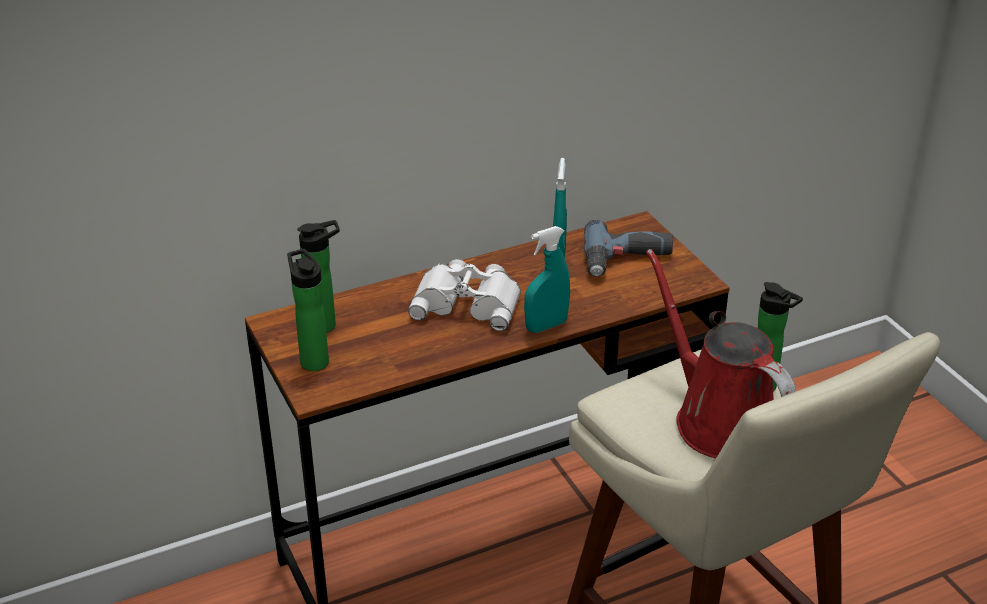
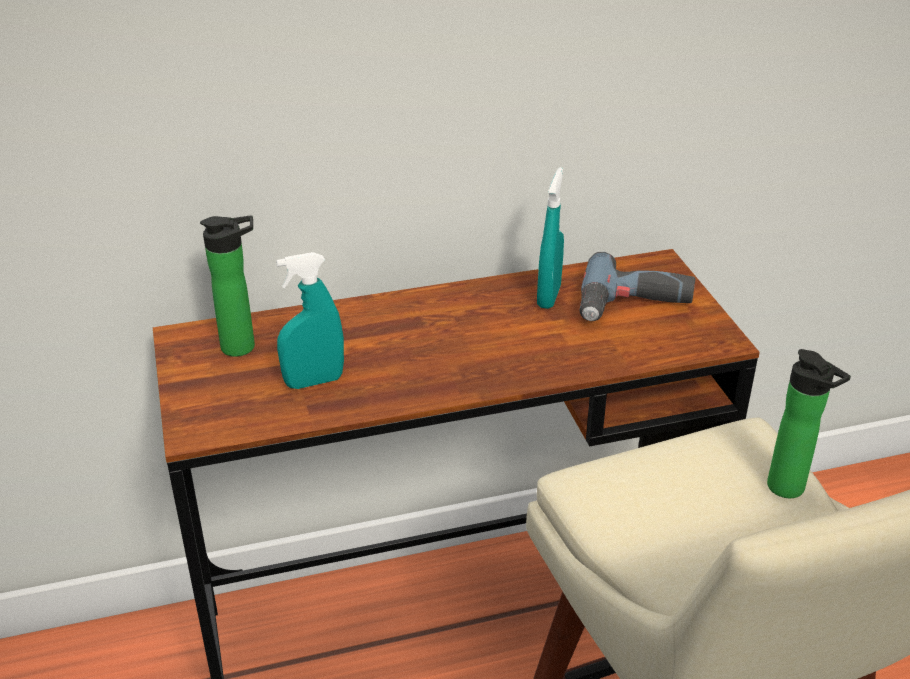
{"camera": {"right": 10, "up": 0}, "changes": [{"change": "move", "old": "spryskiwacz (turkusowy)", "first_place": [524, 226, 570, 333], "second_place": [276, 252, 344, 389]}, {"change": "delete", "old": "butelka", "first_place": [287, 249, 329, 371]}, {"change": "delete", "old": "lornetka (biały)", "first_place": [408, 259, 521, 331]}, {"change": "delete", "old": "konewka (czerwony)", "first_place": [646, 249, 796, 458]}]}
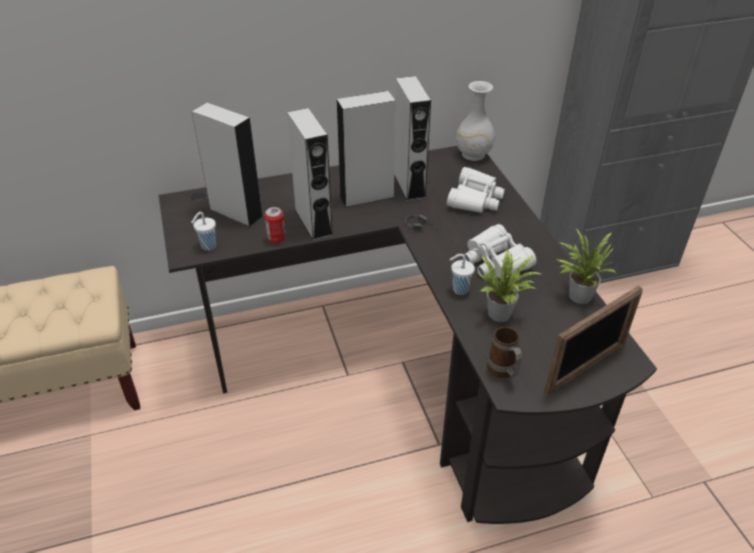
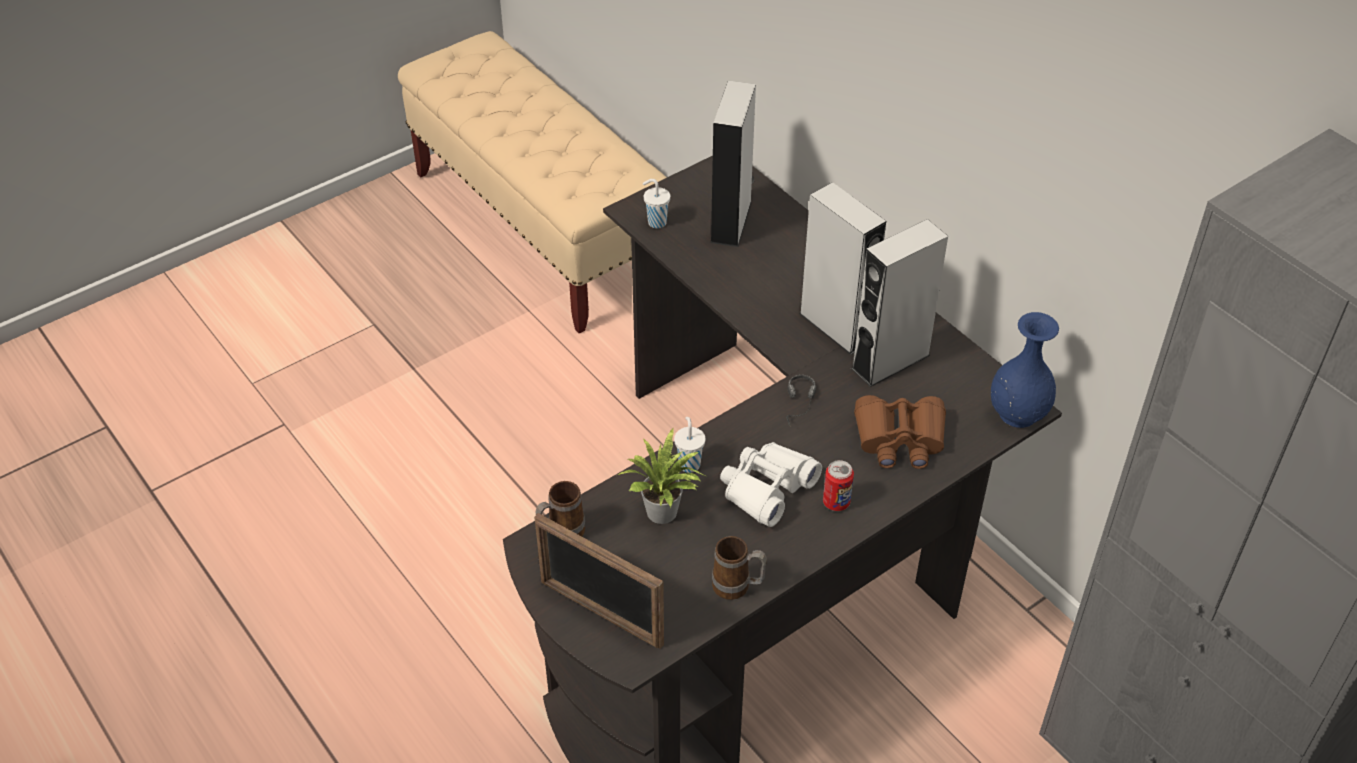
{"camera": {"right": 70, "up": 5}, "changes": [{"change": "replace", "old": "roślina doniczkowa", "new": "kubek", "first_place": [556, 229, 616, 304], "second_place": [712, 536, 767, 600]}, {"change": "move", "old": "puszka", "first_place": [265, 207, 286, 243], "second_place": [823, 460, 854, 511]}, {"change": "recolor", "old": "lornetka (biały)", "new": "lornetka (brązowy)", "first_place": [447, 167, 505, 213], "second_place": [854, 395, 946, 469]}, {"change": "recolor", "old": "wazon (biały)", "new": "wazon (niebieski)", "first_place": [456, 81, 495, 161], "second_place": [991, 312, 1059, 428]}, {"change": "delete", "old": "głośnik (szary)", "first_place": [287, 108, 333, 241]}]}
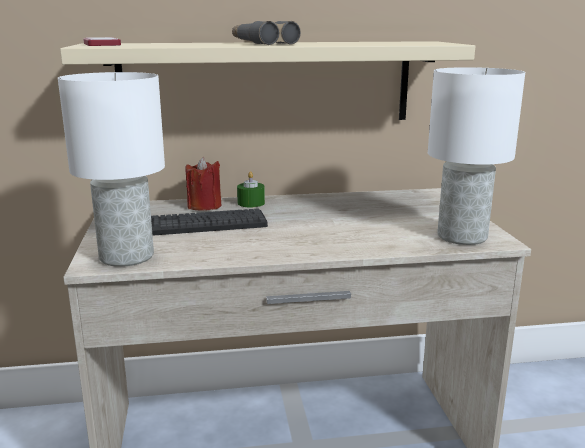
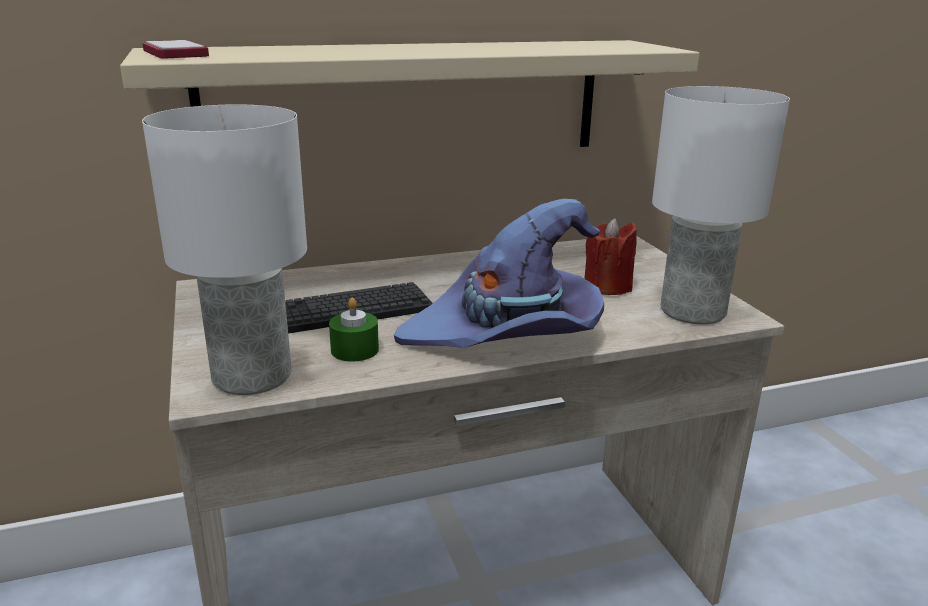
{"camera": {"right": -10, "up": 5}, "changes": [{"change": "move", "old": "świeca (zielony)", "first_place": [237, 171, 265, 207], "second_place": [329, 297, 379, 362]}, {"change": "insert", "new": "kapelusz (fioletowy)", "second_place": [394, 199, 604, 348]}, {"change": "move", "old": "świeca (czerwony)", "first_place": [185, 157, 221, 211], "second_place": [584, 218, 637, 295]}, {"change": "delete", "old": "lornetka (szary)", "first_place": [232, 21, 301, 45]}]}
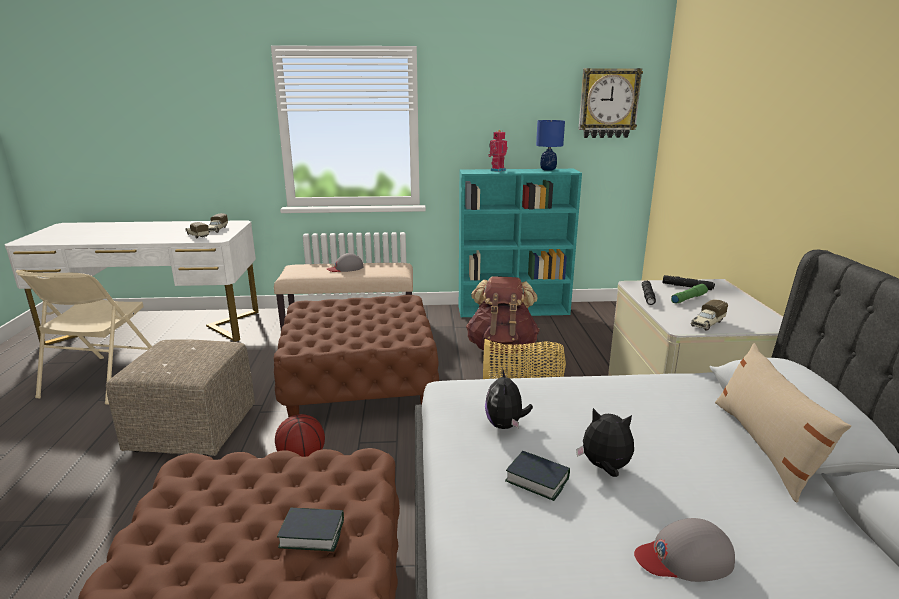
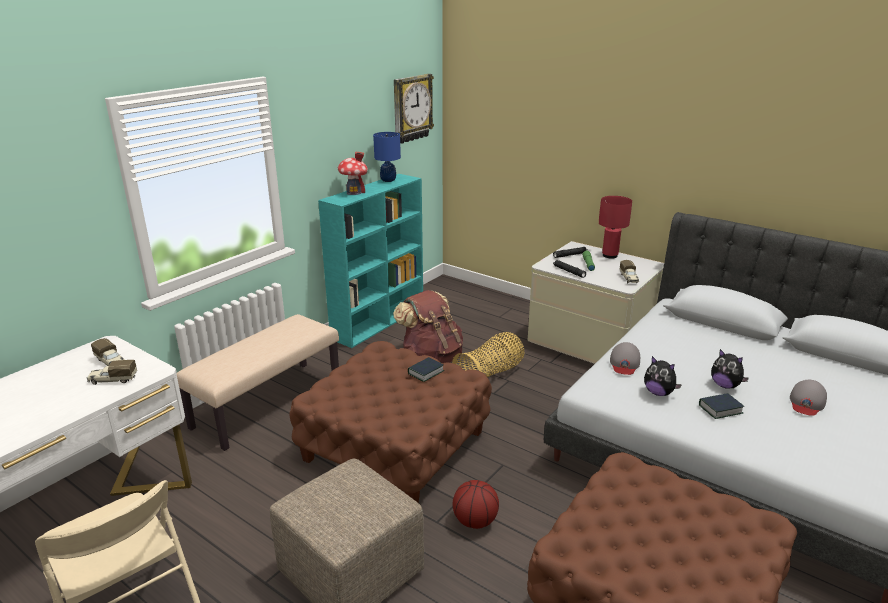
{"camera": {"right": -50, "up": 5}, "changes": [{"change": "replace", "old": "robot zabawkowy", "new": "domek", "first_place": [488, 130, 508, 172], "second_place": [338, 151, 368, 195]}, {"change": "move", "old": "książka", "first_place": [277, 508, 344, 551], "second_place": [408, 357, 444, 382]}, {"change": "insert", "new": "lampa stołowa (czerwony)", "second_place": [599, 196, 632, 259]}, {"change": "move", "old": "czapka z daszkiem (szary)", "first_place": [327, 253, 363, 272], "second_place": [610, 342, 640, 375]}, {"change": "rotate", "old": "pluszak", "first_place": [576, 408, 634, 477], "second_place": [711, 349, 749, 389], "degrees": -105}, {"change": "delete", "old": "poduszka (beżowy)", "first_place": [715, 343, 851, 502]}]}
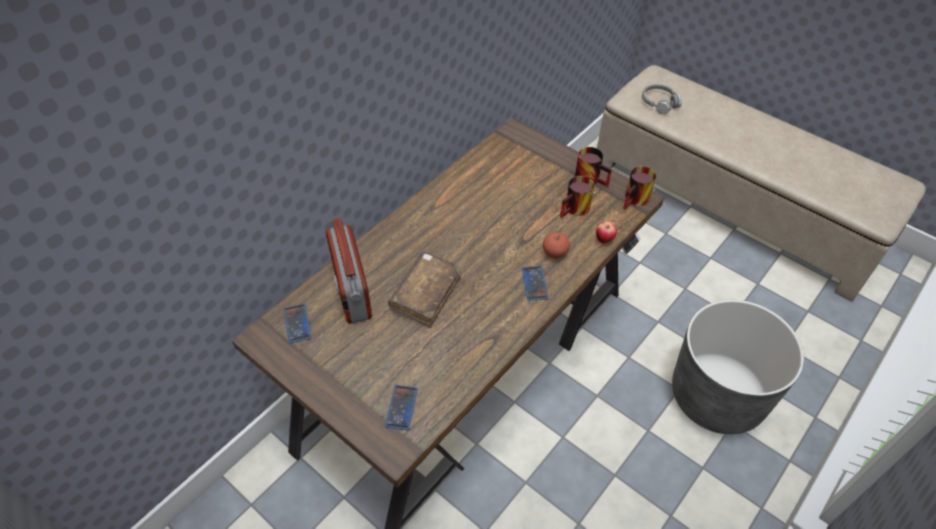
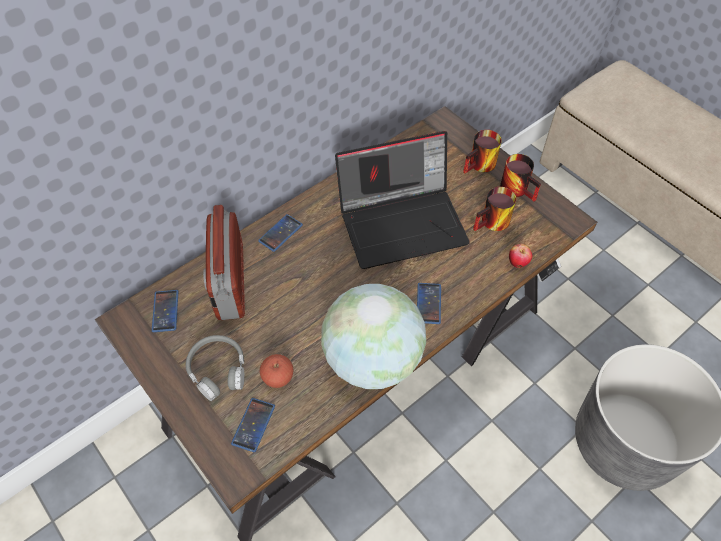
{"camera": {"right": 10, "up": 5}, "changes": [{"change": "move", "old": "słuchawki (szary)", "first_place": [642, 84, 682, 115], "second_place": [186, 335, 244, 401]}, {"change": "insert", "new": "telefon", "second_place": [258, 214, 303, 252]}, {"change": "move", "old": "jabłko", "first_place": [543, 232, 570, 259], "second_place": [260, 354, 293, 388]}, {"change": "insert", "new": "globus", "second_place": [321, 284, 426, 389]}, {"change": "insert", "new": "laptop", "second_place": [335, 131, 470, 269]}, {"change": "move", "old": "kubek", "first_place": [623, 166, 656, 209], "second_place": [463, 130, 502, 174]}, {"change": "delete", "old": "książka (brązowy)", "first_place": [388, 252, 462, 328]}]}
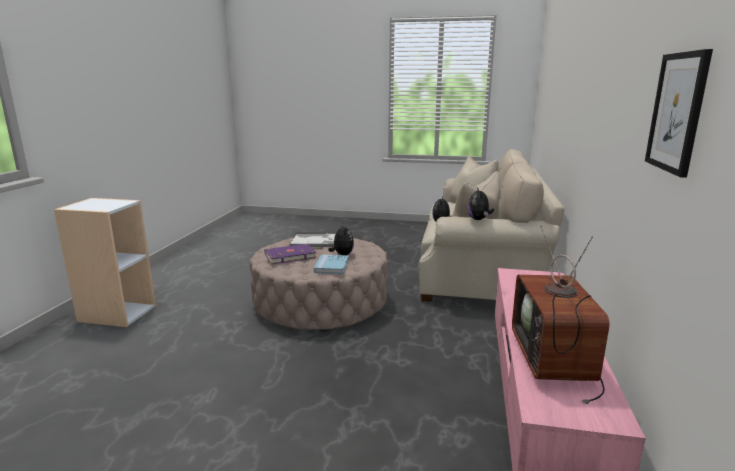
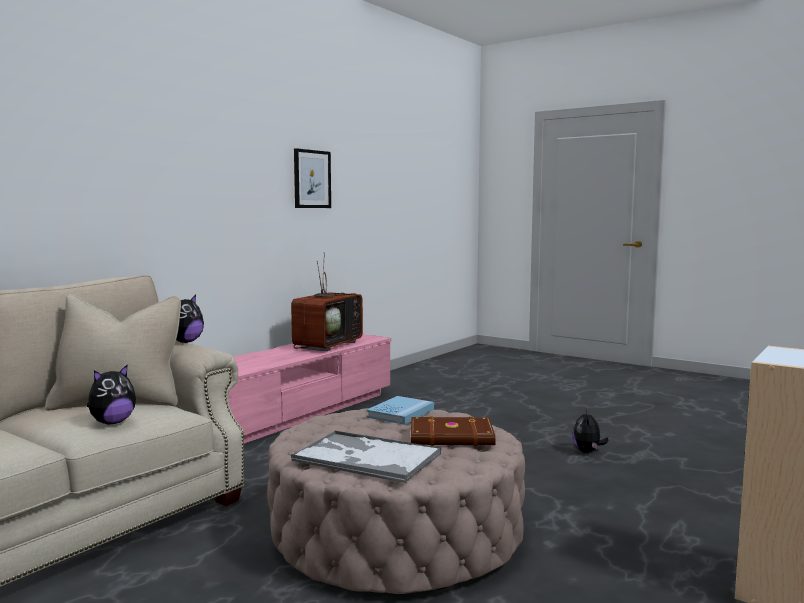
{"camera": {"right": -155, "up": -10}, "changes": [{"change": "recolor", "old": "książka (fioletowy)", "new": "książka (brązowy)", "first_place": [264, 244, 316, 264], "second_place": [411, 417, 496, 446]}, {"change": "move", "old": "pluszak", "first_place": [328, 223, 354, 255], "second_place": [572, 408, 608, 453]}]}
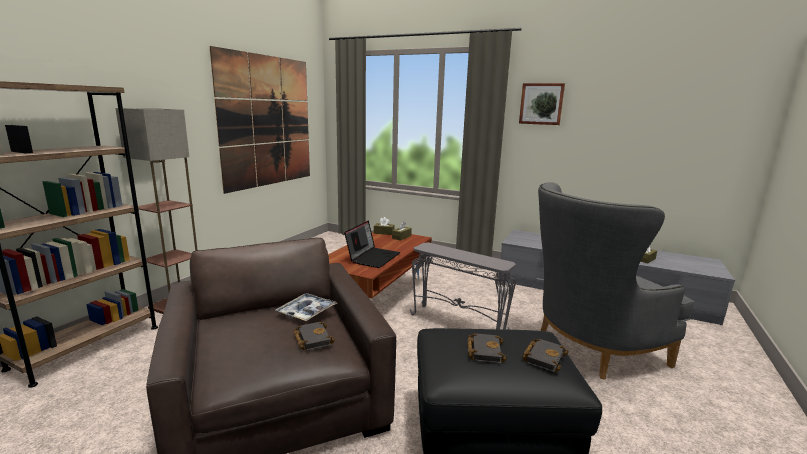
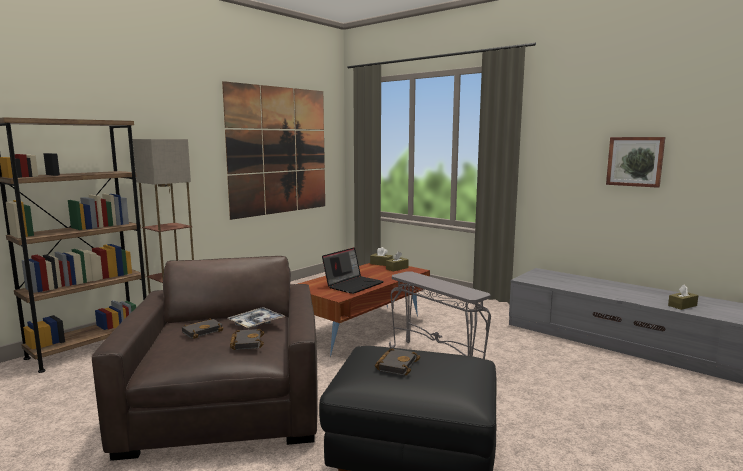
{"camera": {"right": 15, "up": -5}, "changes": [{"change": "move", "old": "książka (czarny)", "first_place": [522, 338, 569, 372], "second_place": [182, 318, 223, 339]}, {"change": "move", "old": "obraz", "first_place": [519, 83, 565, 125], "second_place": [606, 137, 665, 188]}, {"change": "delete", "old": "fotel (szary)", "first_place": [538, 182, 695, 380]}]}
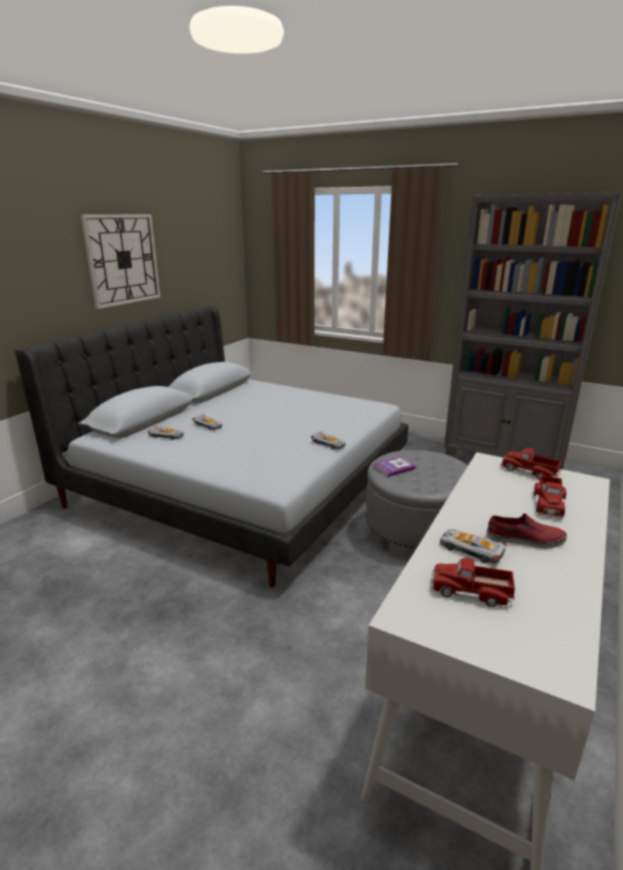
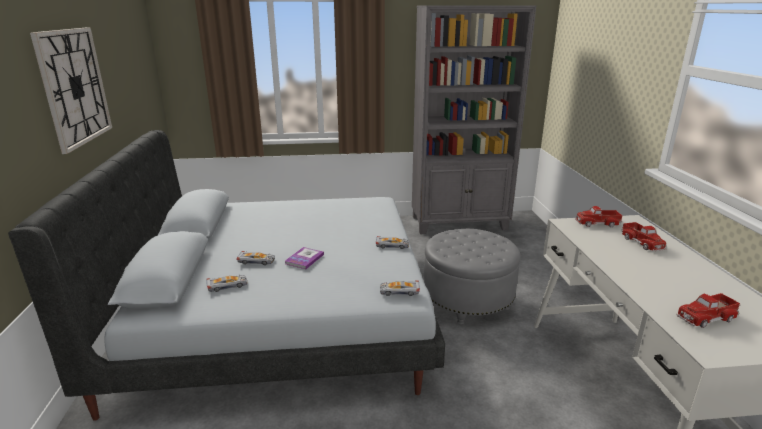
{"camera": {"right": -35, "up": 0}, "changes": [{"change": "move", "old": "książka", "first_place": [373, 456, 416, 477], "second_place": [285, 247, 324, 269]}, {"change": "move", "old": "samochodzik", "first_place": [440, 530, 507, 564], "second_place": [380, 280, 420, 296]}, {"change": "delete", "old": "but (czerwony)", "first_place": [486, 513, 567, 549]}]}
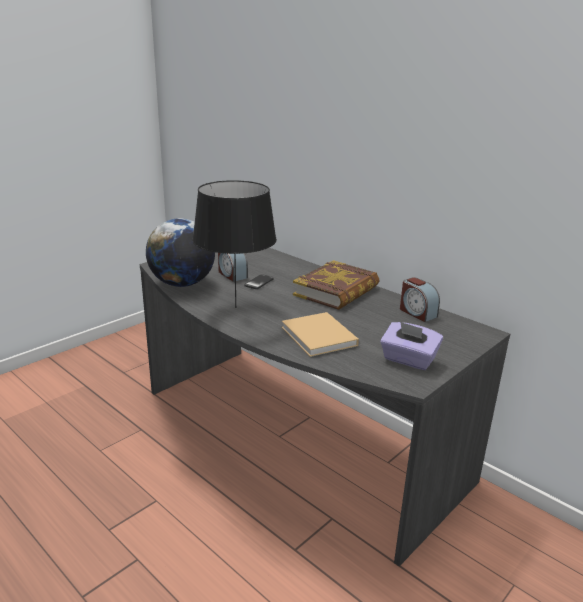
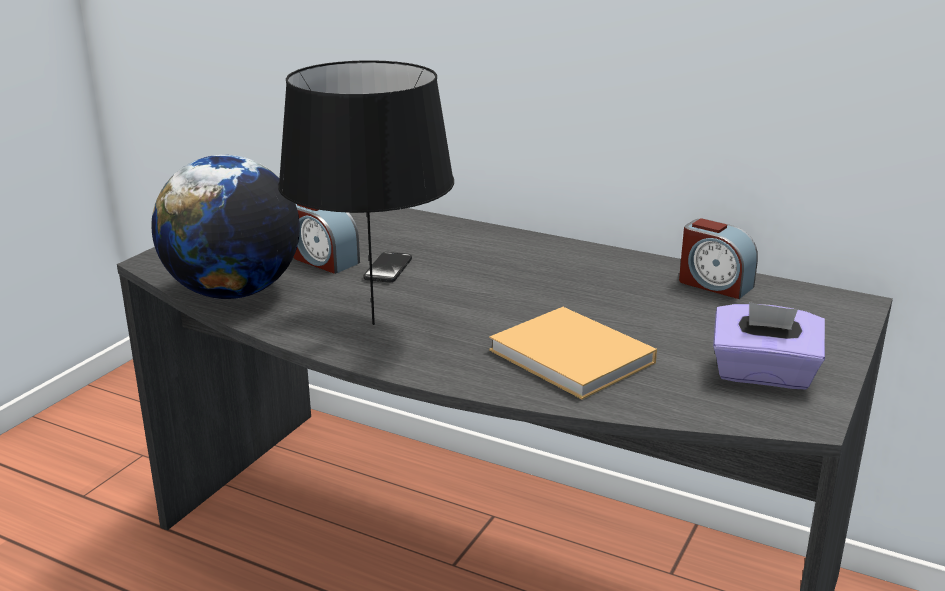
{"camera": {"right": -15, "up": 0}, "changes": [{"change": "delete", "old": "książka", "first_place": [293, 260, 379, 310]}]}
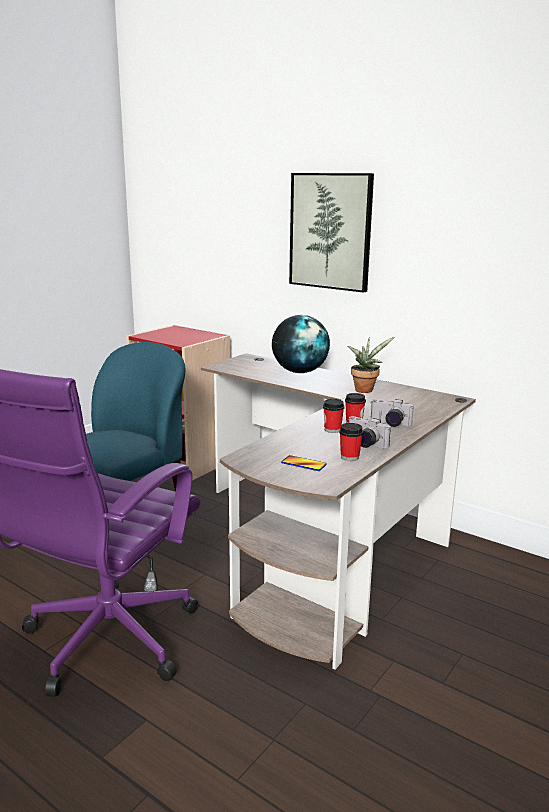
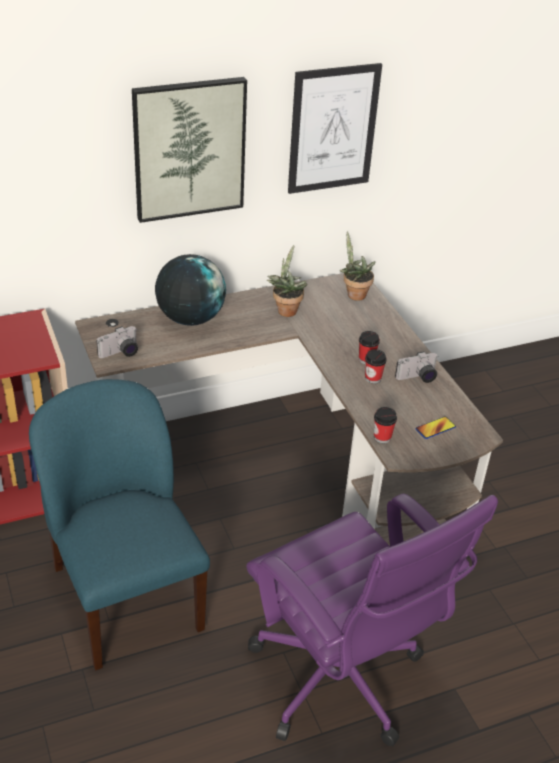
{"camera": {"right": -60, "up": 20}, "changes": [{"change": "move", "old": "aparat fotograficzny", "first_place": [371, 399, 414, 427], "second_place": [96, 326, 138, 358]}, {"change": "insert", "new": "obraz", "second_place": [288, 63, 382, 194]}, {"change": "insert", "new": "roślina doniczkowa", "second_place": [340, 231, 375, 301]}, {"change": "move", "old": "filiżanka", "first_place": [339, 423, 363, 461], "second_place": [374, 407, 397, 443]}]}
